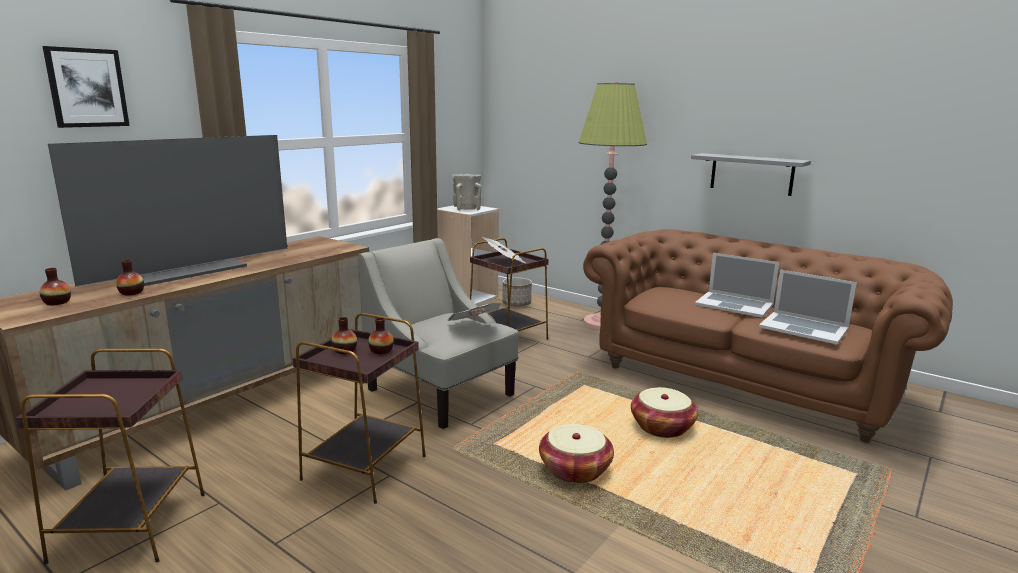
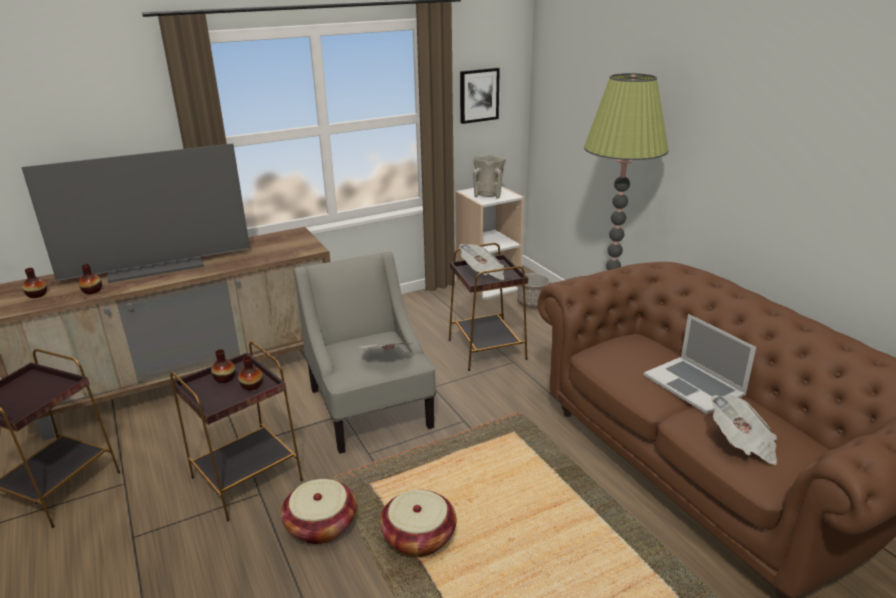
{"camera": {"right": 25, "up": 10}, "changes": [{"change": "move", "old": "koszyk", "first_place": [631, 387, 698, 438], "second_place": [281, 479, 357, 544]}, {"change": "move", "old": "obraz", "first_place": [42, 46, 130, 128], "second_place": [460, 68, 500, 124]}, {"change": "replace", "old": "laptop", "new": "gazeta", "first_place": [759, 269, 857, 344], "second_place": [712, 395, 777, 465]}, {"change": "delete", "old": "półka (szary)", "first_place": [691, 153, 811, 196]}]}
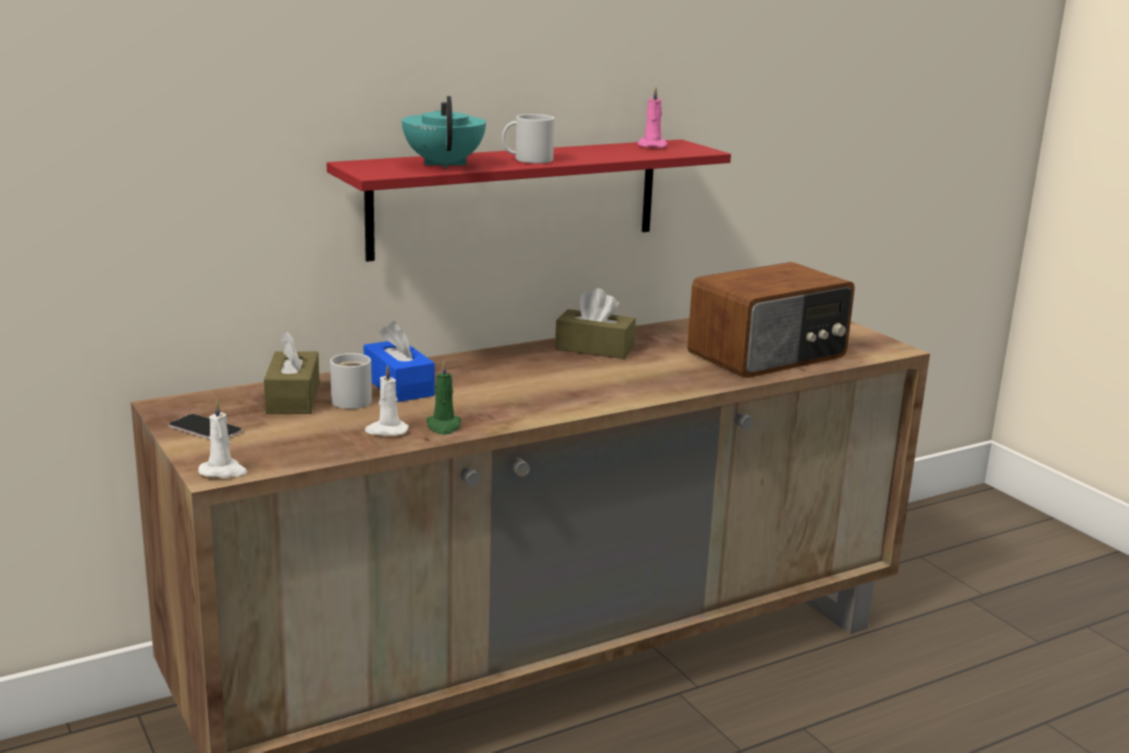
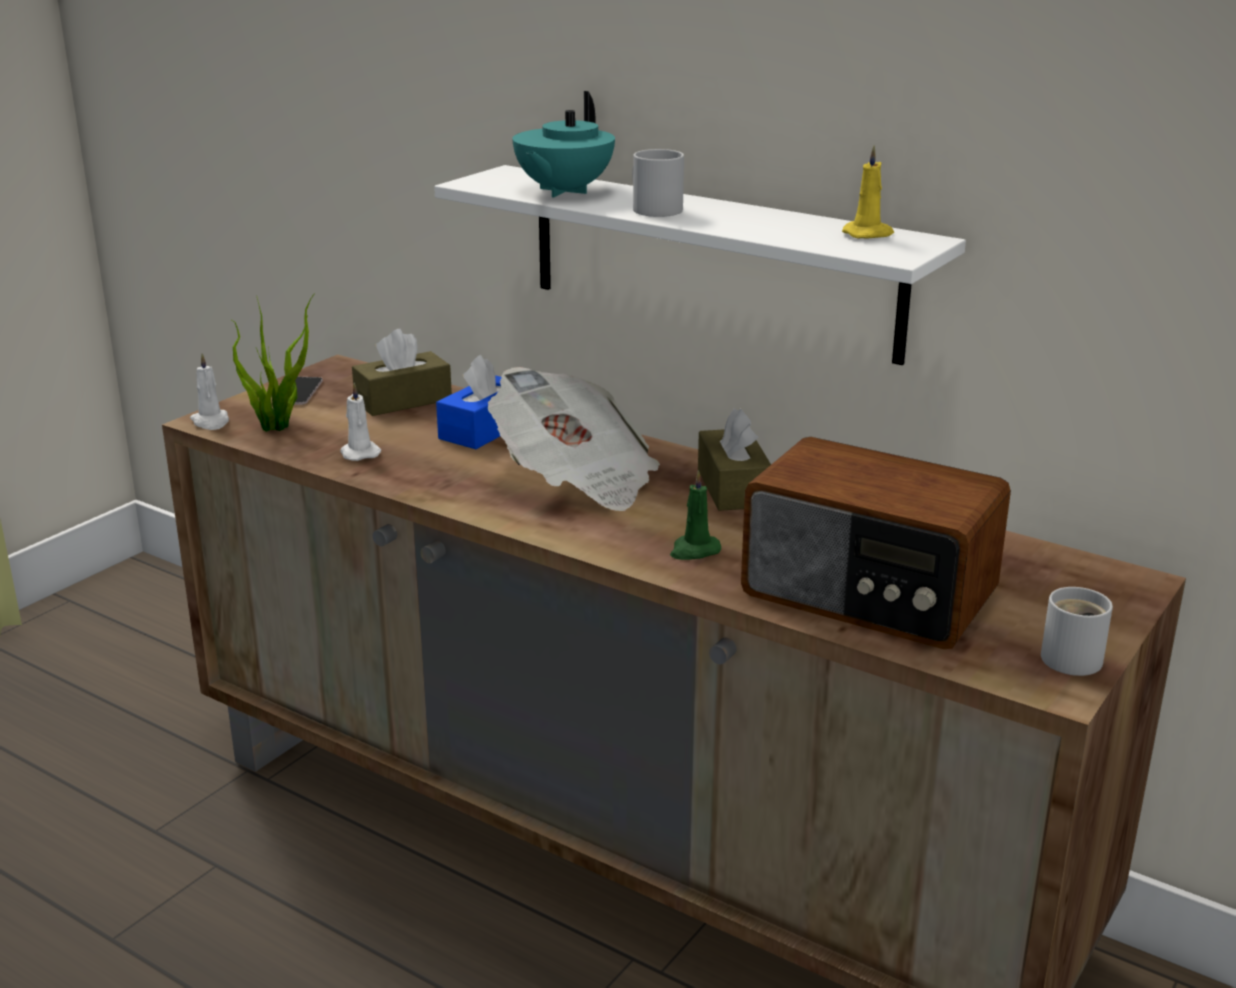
{"camera": {"right": 65, "up": 5}, "changes": [{"change": "insert", "new": "roślina doniczkowa", "second_place": [232, 293, 315, 432]}, {"change": "recolor", "old": "półka (czerwony)", "new": "półka (biały)", "first_place": [327, 139, 731, 262], "second_place": [434, 165, 966, 365]}, {"change": "insert", "new": "gazeta", "second_place": [488, 367, 660, 511]}, {"change": "rotate", "old": "imbryk (turkusowy)", "first_place": [402, 96, 486, 169], "second_place": [512, 91, 615, 197], "degrees": 150}, {"change": "move", "old": "świeca (zielony)", "first_place": [426, 361, 462, 435], "second_place": [670, 470, 721, 560]}, {"change": "recolor", "old": "świeca (różowy)", "new": "świeca (żółty)", "first_place": [638, 87, 668, 148], "second_place": [842, 145, 894, 238]}, {"change": "move", "old": "kubek (biały)", "first_place": [330, 353, 372, 409], "second_place": [1041, 587, 1113, 676]}]}
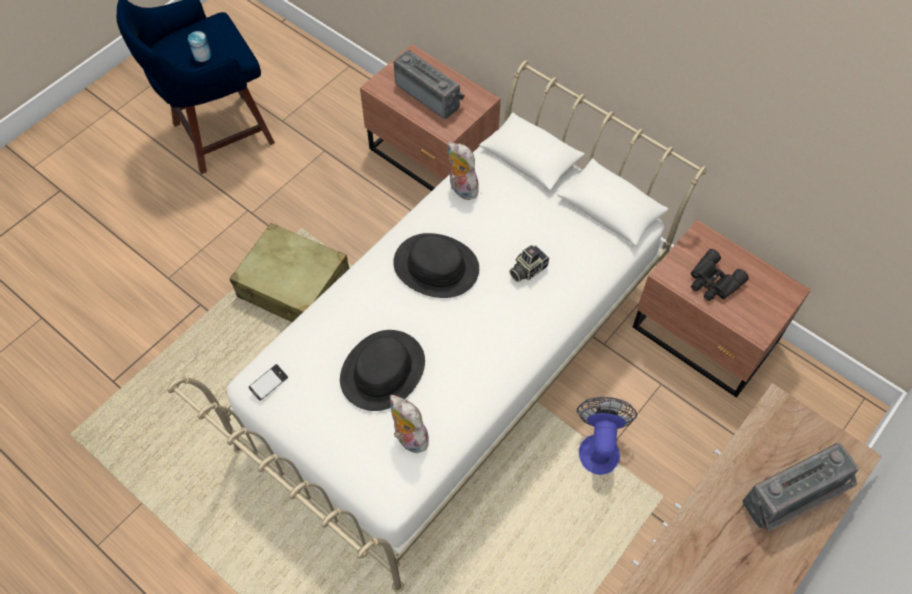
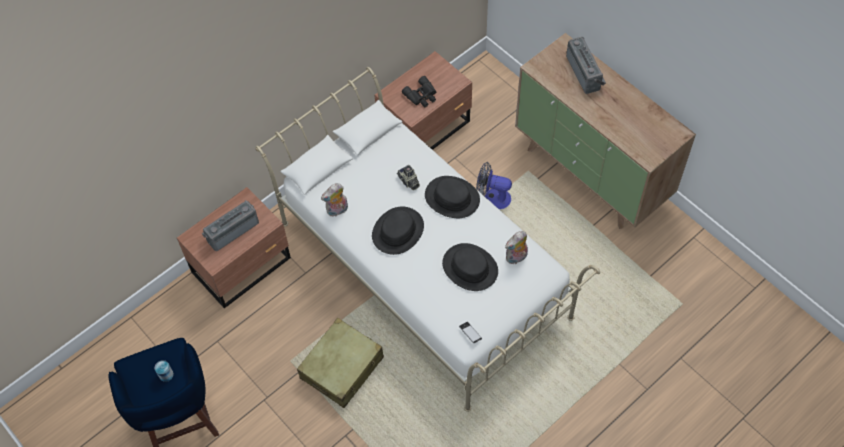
{"camera": {"right": -80, "up": 0}, "changes": [{"change": "insert", "new": "kapelusz (czarny)", "second_place": [425, 176, 480, 218]}]}
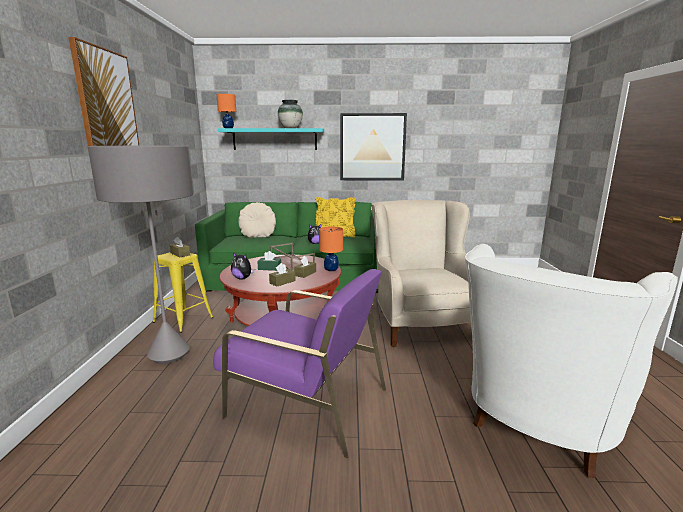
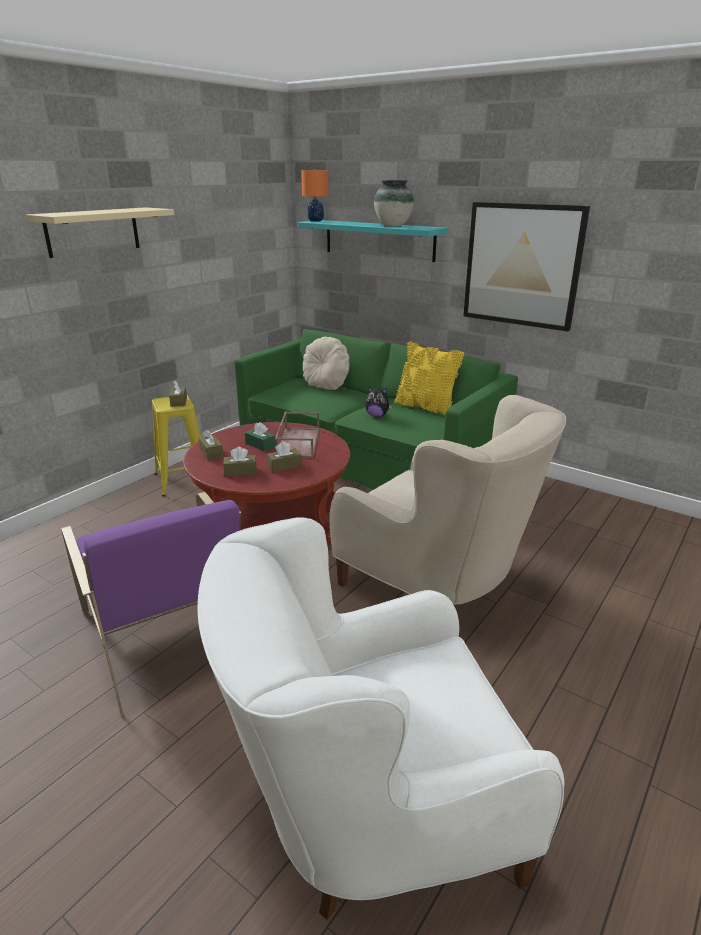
{"camera": {"right": 35, "up": 10}, "changes": [{"change": "replace", "old": "obraz", "new": "półka (beżowy)", "first_place": [69, 37, 139, 181], "second_place": [25, 207, 174, 258]}, {"change": "replace", "old": "pluszak", "new": "pudełko chusteczek (brązowy)", "first_place": [231, 252, 255, 279], "second_place": [199, 429, 223, 460]}, {"change": "rotate", "old": "fotel (beżowy)", "first_place": [371, 200, 471, 347], "second_place": [329, 395, 566, 605], "degrees": 105}, {"change": "delete", "old": "lampa stojąca (szary)", "first_place": [88, 145, 193, 364]}, {"change": "delete", "old": "lampa stołowa (pomarańczowy)", "first_place": [319, 227, 343, 271]}]}
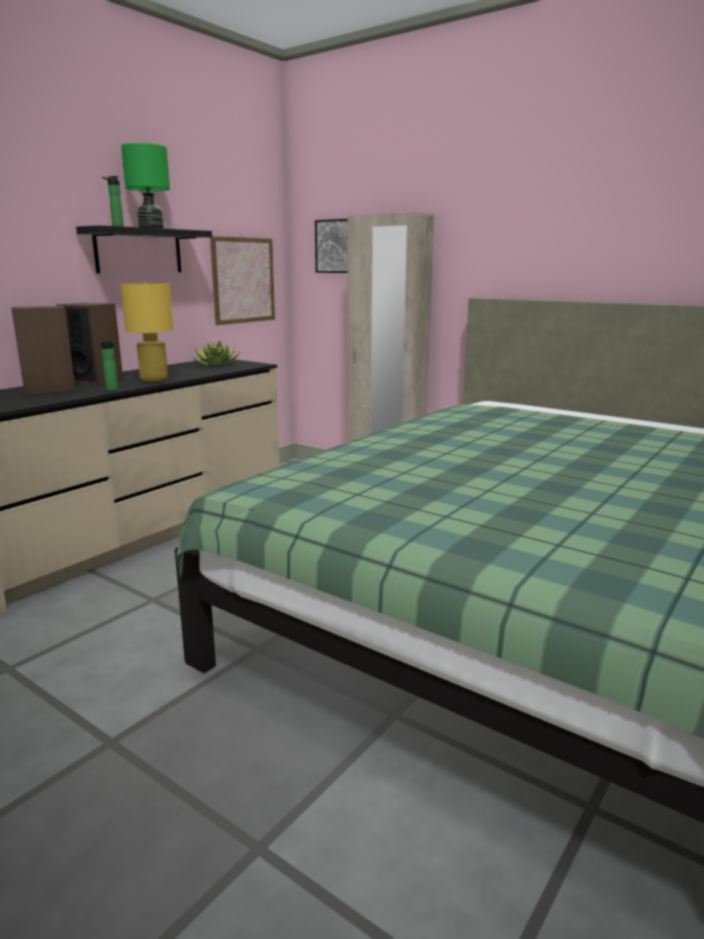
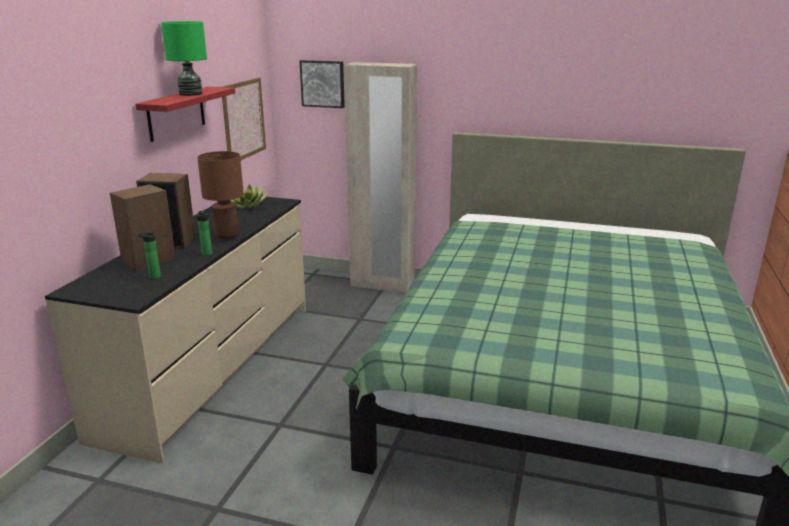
{"camera": {"right": -20, "up": 5}, "changes": [{"change": "recolor", "old": "półka (czarny)", "new": "półka (czerwony)", "first_place": [76, 225, 212, 273], "second_place": [135, 87, 235, 142]}, {"change": "move", "old": "butelka", "first_place": [102, 176, 124, 227], "second_place": [138, 231, 161, 279]}, {"change": "recolor", "old": "lampa stołowa (żółty)", "new": "lampa stołowa (brązowy)", "first_place": [121, 282, 173, 382], "second_place": [197, 151, 244, 239]}]}
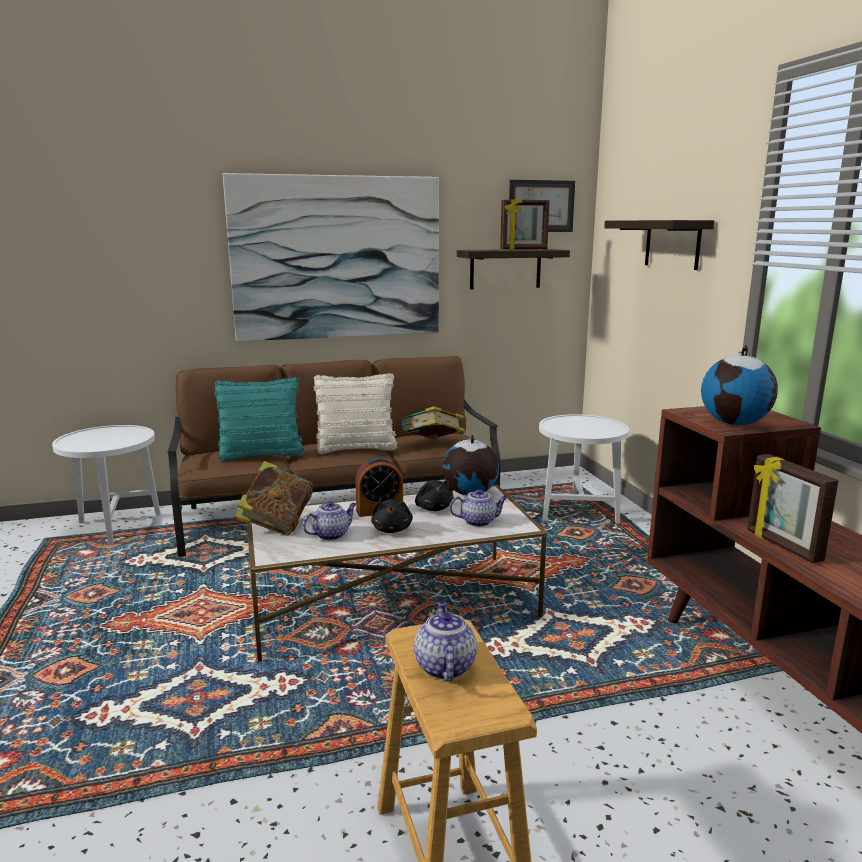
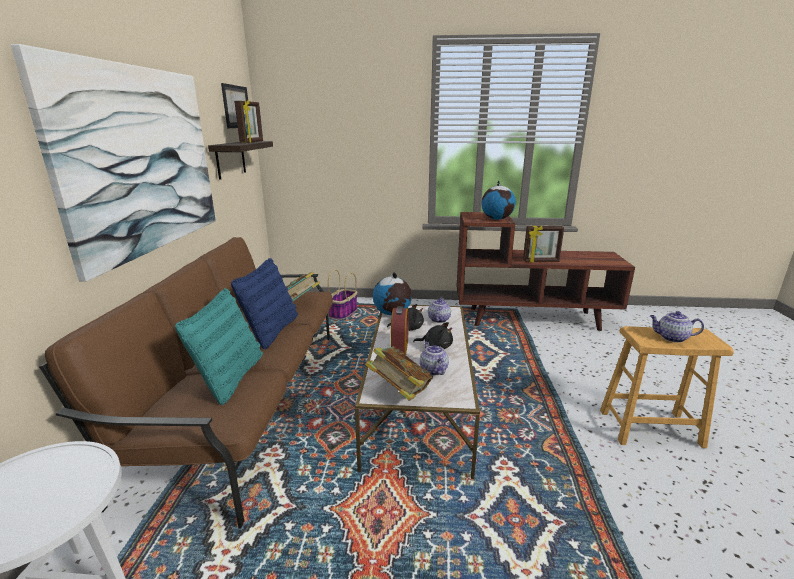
{"camera": {"right": -70, "up": 5}, "changes": [{"change": "recolor", "old": "poduszka (beżowy)", "new": "poduszka (niebieski)", "first_place": [314, 373, 398, 454], "second_place": [231, 258, 298, 350]}, {"change": "replace", "old": "stolik (biały)", "new": "koszyk", "first_place": [539, 414, 629, 524], "second_place": [328, 270, 357, 320]}, {"change": "delete", "old": "półka", "first_place": [604, 220, 714, 270]}]}
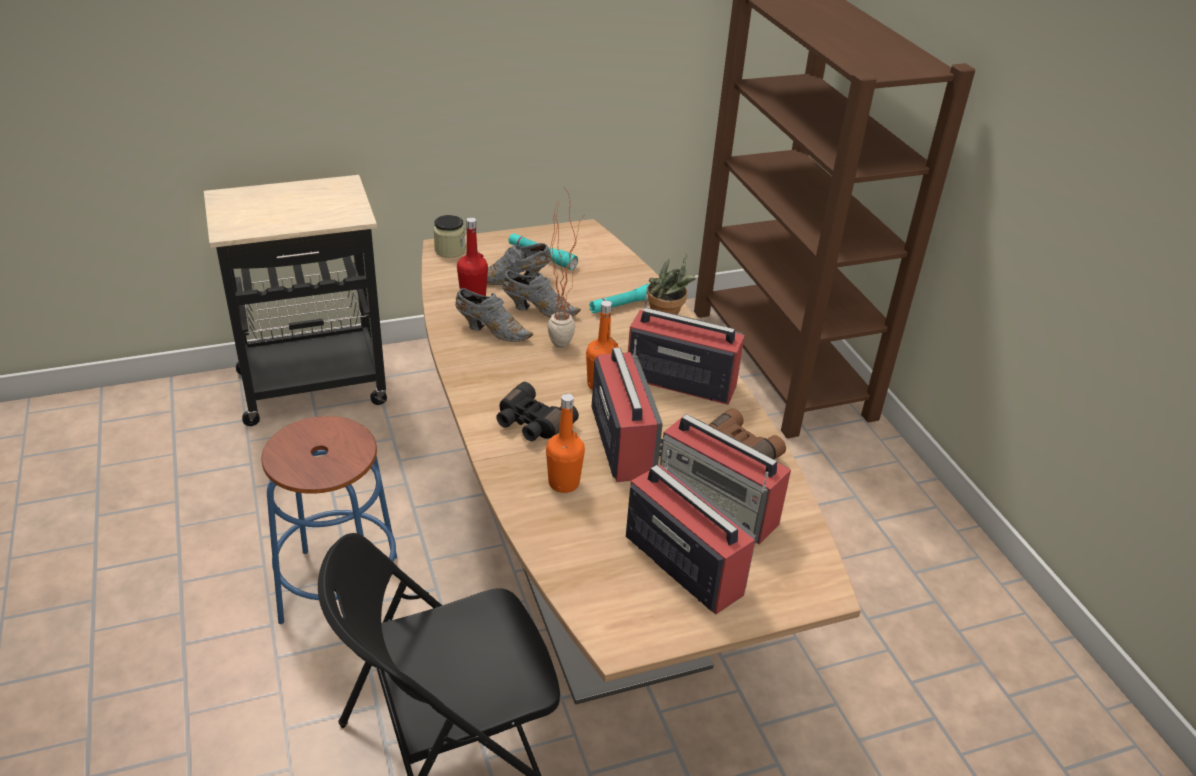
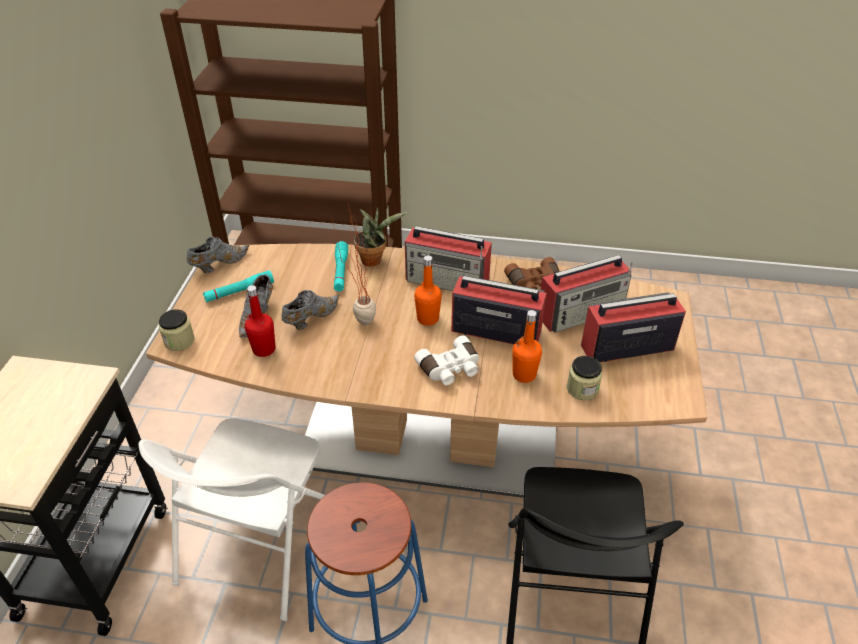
{"camera": {"right": -60, "up": 5}, "changes": [{"change": "insert", "new": "krzesło (biały)", "second_place": [138, 418, 325, 621]}, {"change": "move", "old": "but (szary)", "first_place": [455, 288, 533, 342], "second_place": [187, 237, 249, 273]}, {"change": "rotate", "old": "radio", "first_place": [628, 295, 745, 405], "second_place": [405, 226, 492, 291], "degrees": -120}, {"change": "recolor", "old": "lornetka (czarny)", "new": "lornetka (biały)", "first_place": [496, 382, 579, 441], "second_place": [414, 335, 479, 385]}, {"change": "insert", "new": "słoik", "second_place": [567, 356, 602, 400]}]}
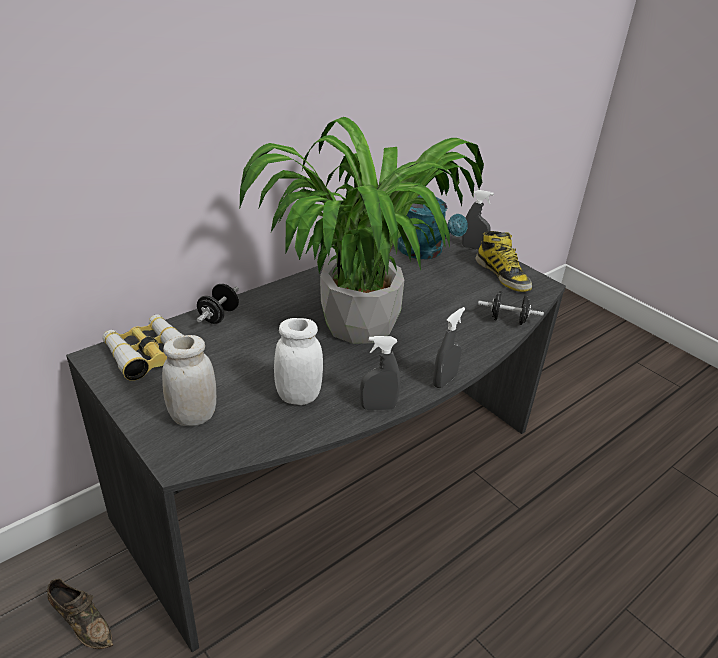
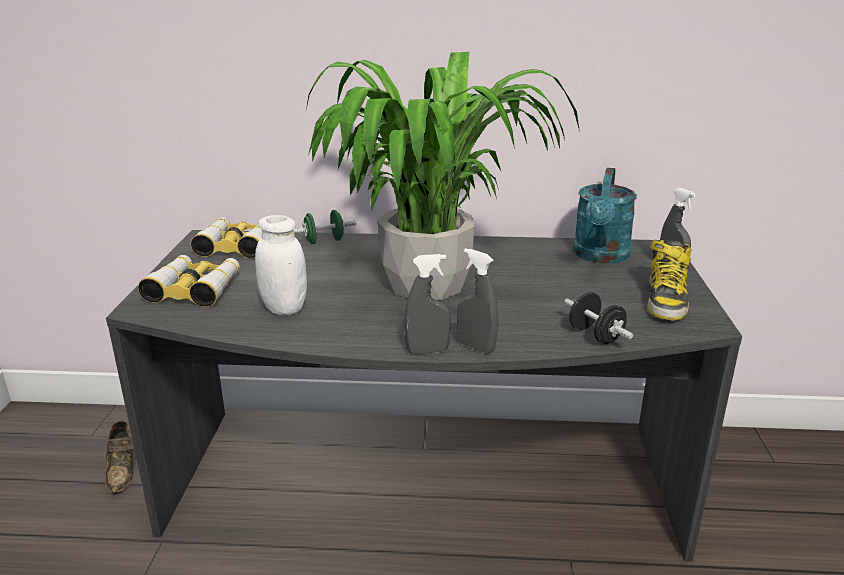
{"camera": {"right": 45, "up": -10}, "changes": [{"change": "replace", "old": "słoik (biały)", "new": "lornetka", "first_place": [162, 335, 216, 426], "second_place": [138, 255, 240, 307]}, {"change": "recolor", "old": "hantel (czarny)", "new": "hantel (zielony)", "first_place": [197, 284, 239, 324], "second_place": [294, 210, 357, 244]}, {"change": "move", "old": "spryskiwacz (szary)", "first_place": [360, 336, 400, 410], "second_place": [457, 248, 498, 354]}]}
